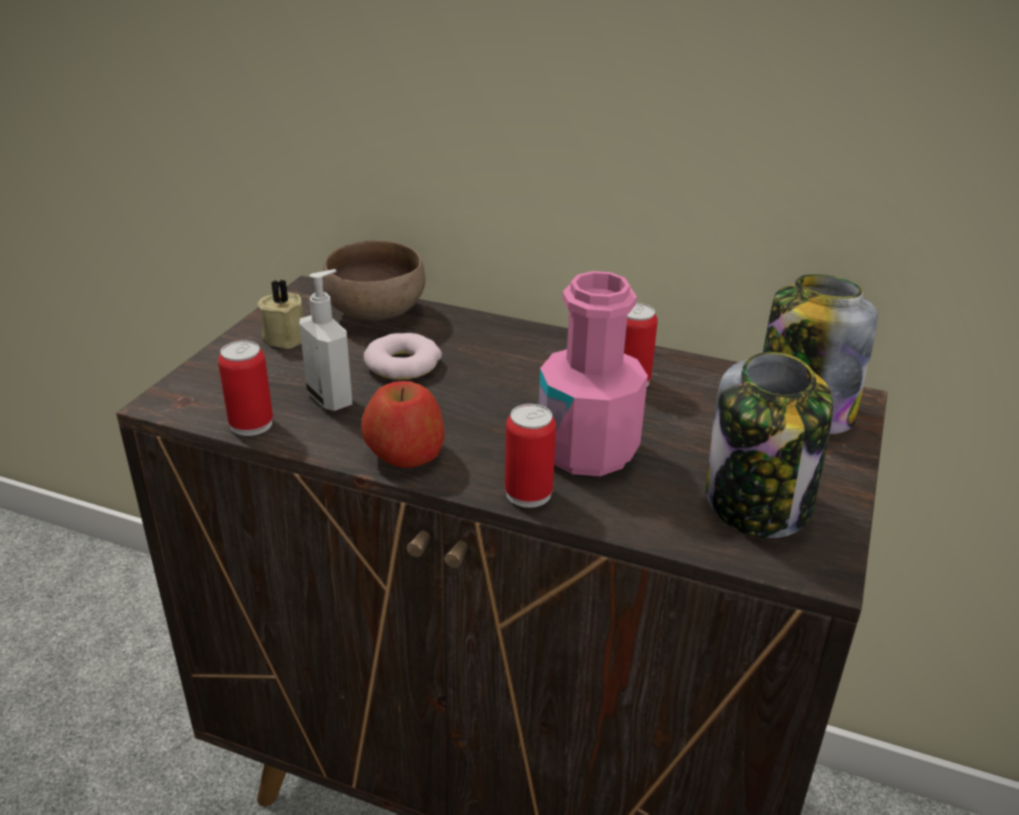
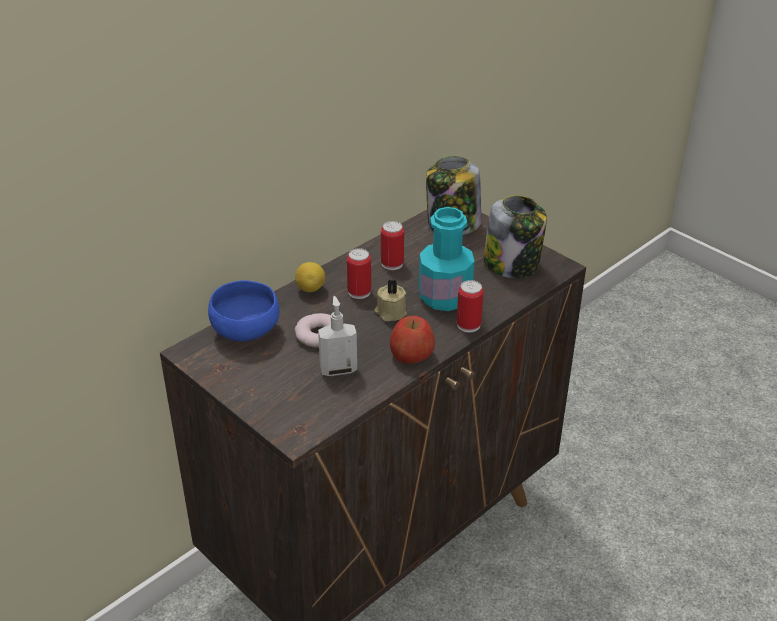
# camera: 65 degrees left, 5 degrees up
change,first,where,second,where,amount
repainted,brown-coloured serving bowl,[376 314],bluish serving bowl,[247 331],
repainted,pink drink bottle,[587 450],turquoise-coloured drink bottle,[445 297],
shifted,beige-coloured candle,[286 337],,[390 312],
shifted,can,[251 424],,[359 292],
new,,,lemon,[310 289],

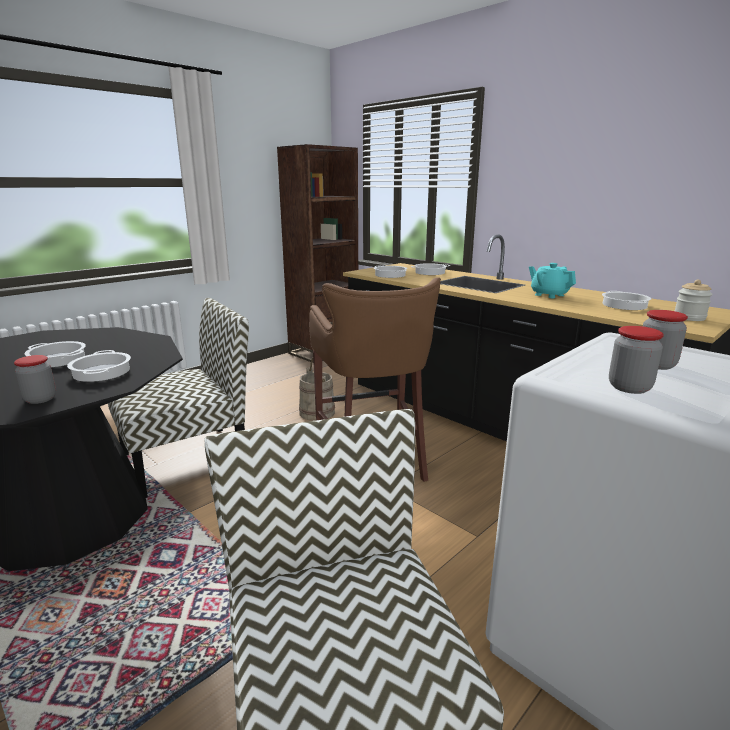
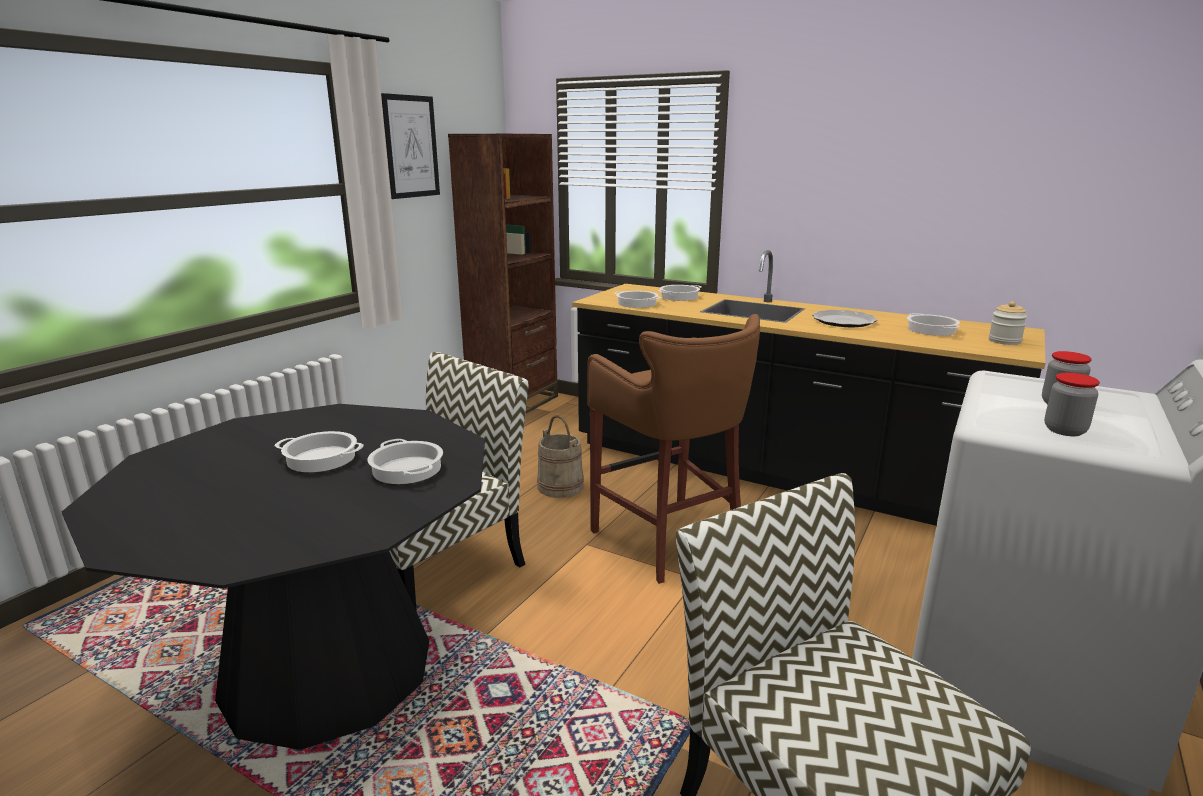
# camera: 15 degrees left, 0 degrees up
change,first,where,second,where,amount
swapped,turquoise-coloured teapot,[549 295],plate,[844 321],
gone,preserve jar,[40 399],,,
new,,,picture,[411 147],

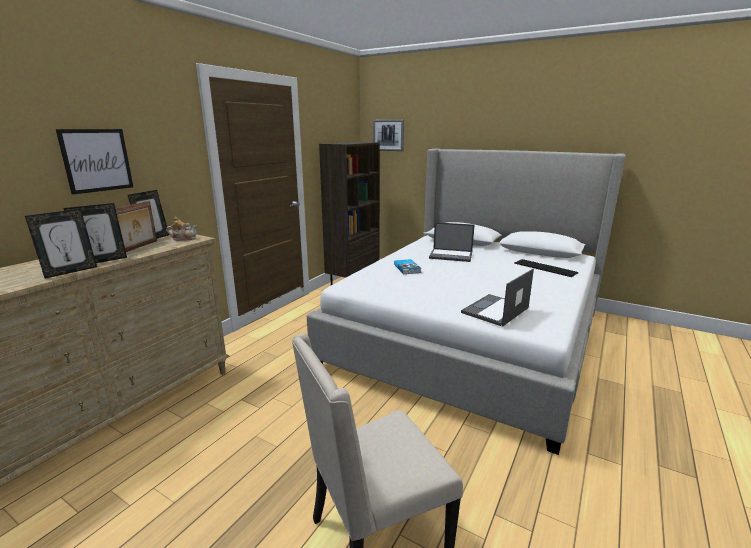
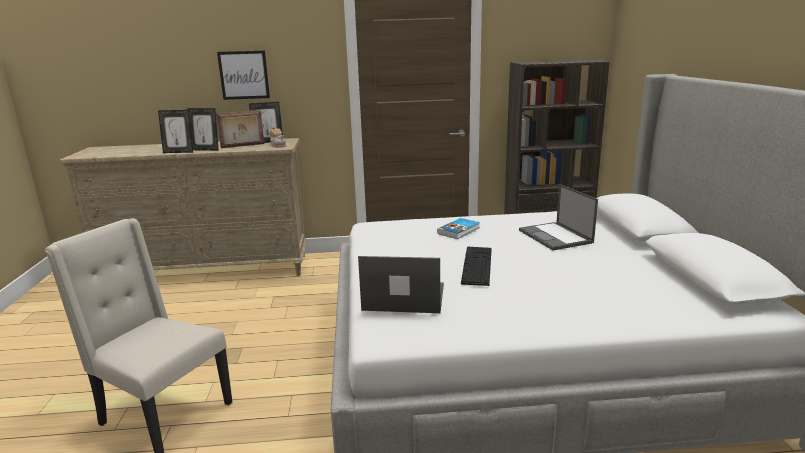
# camera: 55 degrees right, 0 degrees up
change,first,where,second,where,amount
gone,picture,[388 135],,,
shifted,computer keyboard,[545 268],,[477 265],

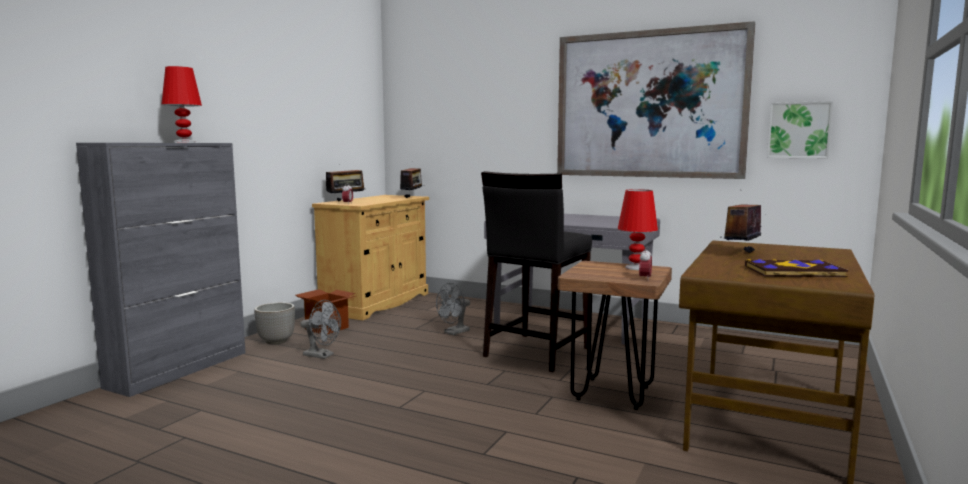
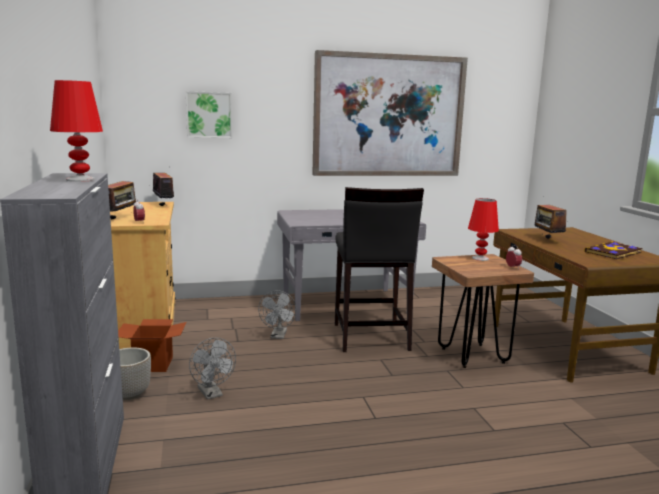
# camera: 40 degrees left, 5 degrees up
change,first,where,second,where,amount
shifted,picture,[799 130],,[209 115],
rotated,gray electric fan,[322 355],,[212 394],75 degrees clockwise

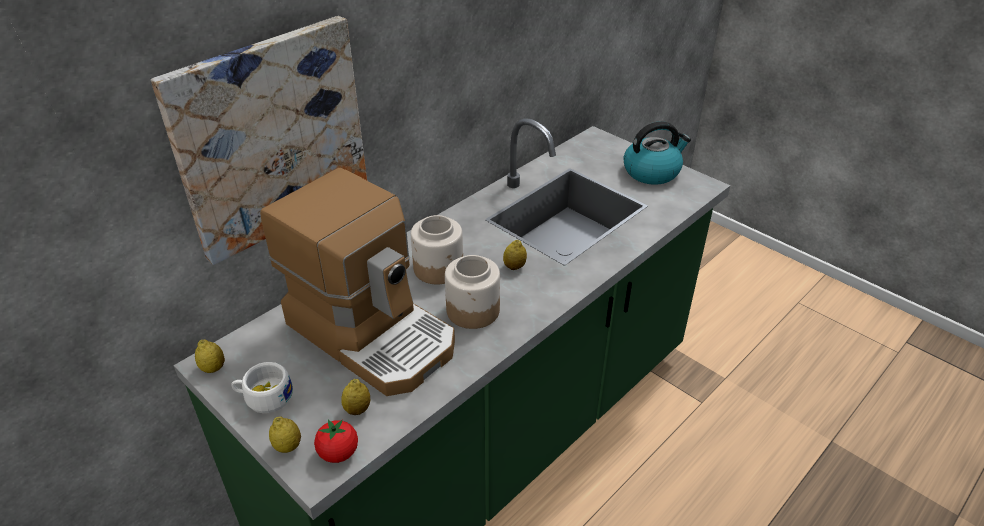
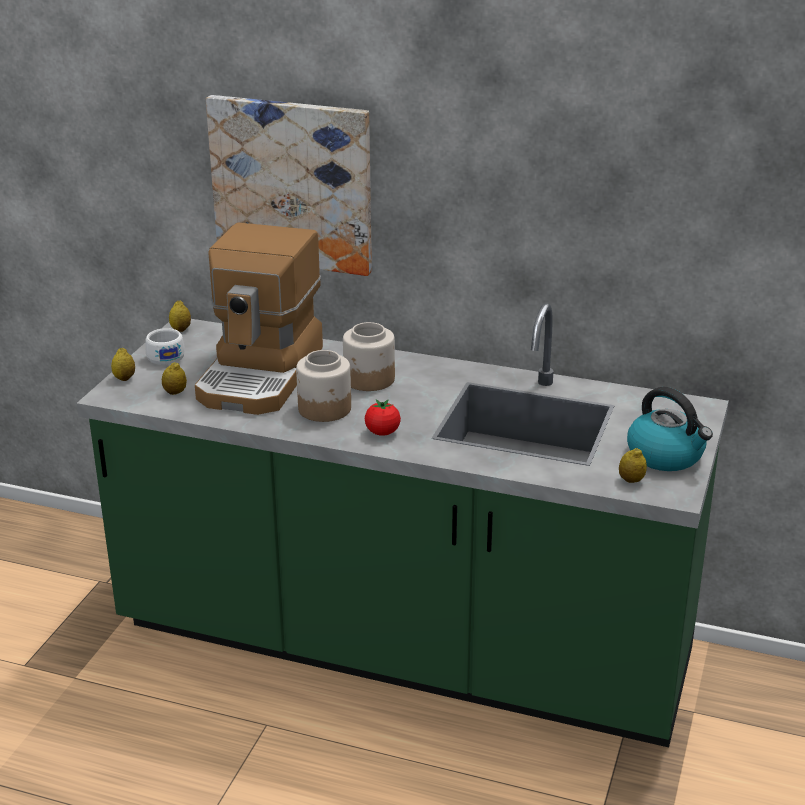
# camera: 65 degrees right, 10 degrees down
change,first,where,second,where,amount
shifted,lemon,[514 267],,[631 480],
shifted,fresh tomato,[338 453],,[382 432],

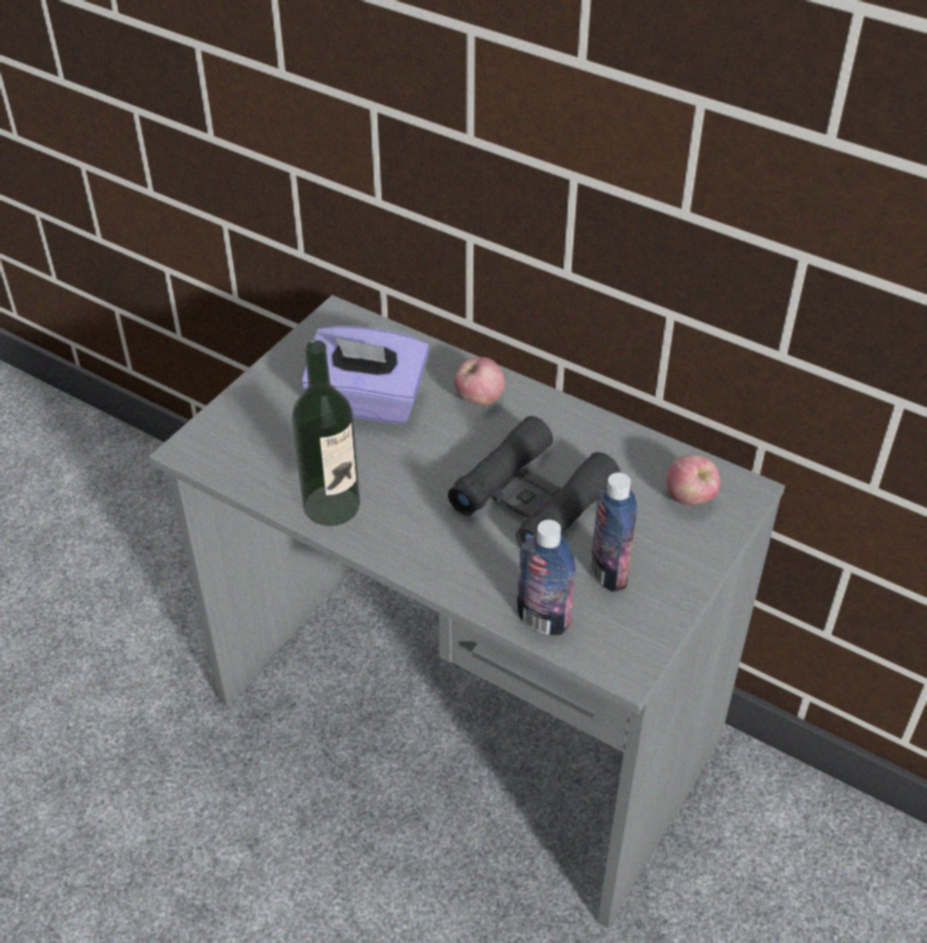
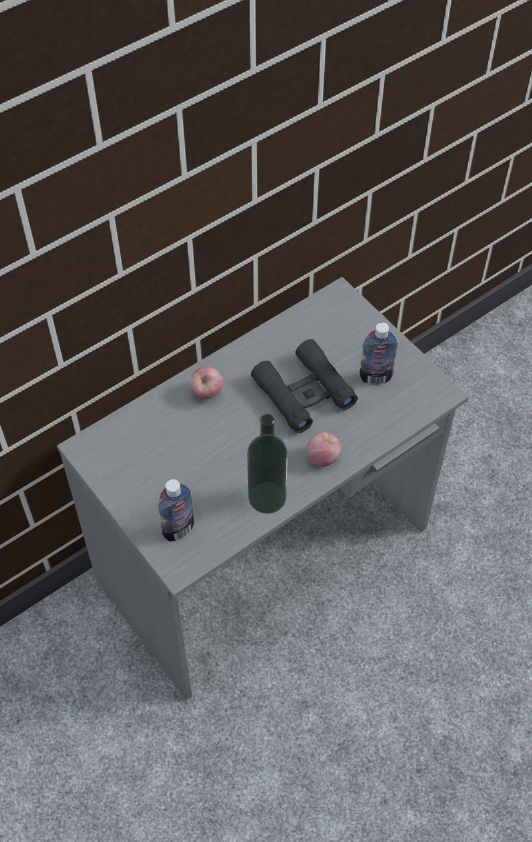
# camera: 70 degrees left, 10 degrees up
change,first,where,second,where,amount
gone,purple-coloured tissue box,[367 402],,,
shifted,apple fruit,[690 498],,[323 458],
shifted,drink bottle,[543 620],,[178 529],

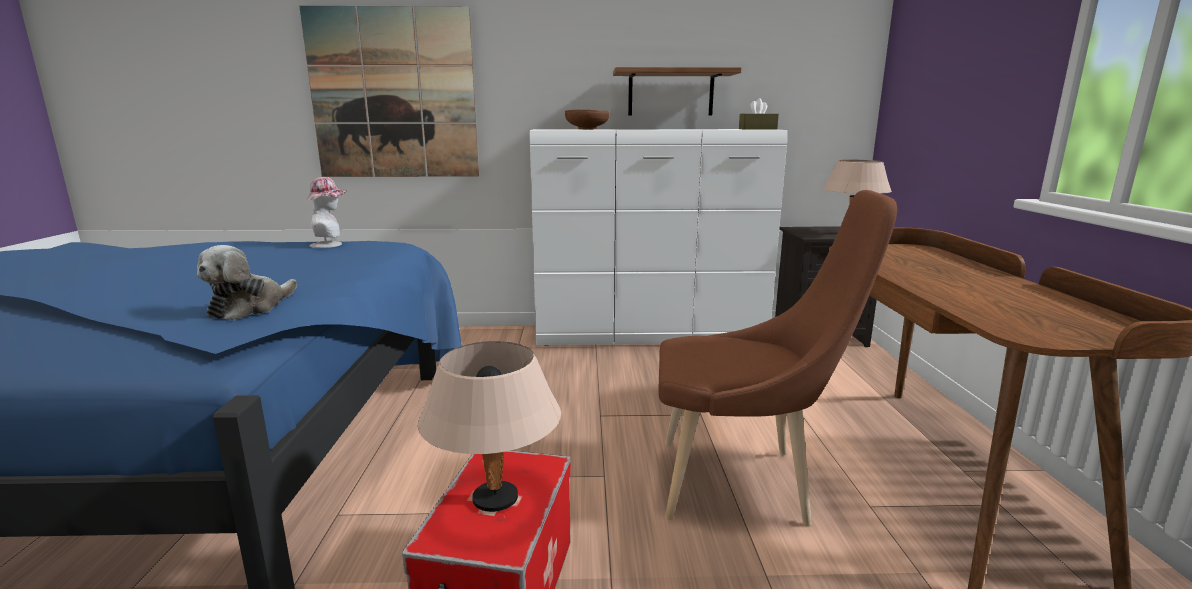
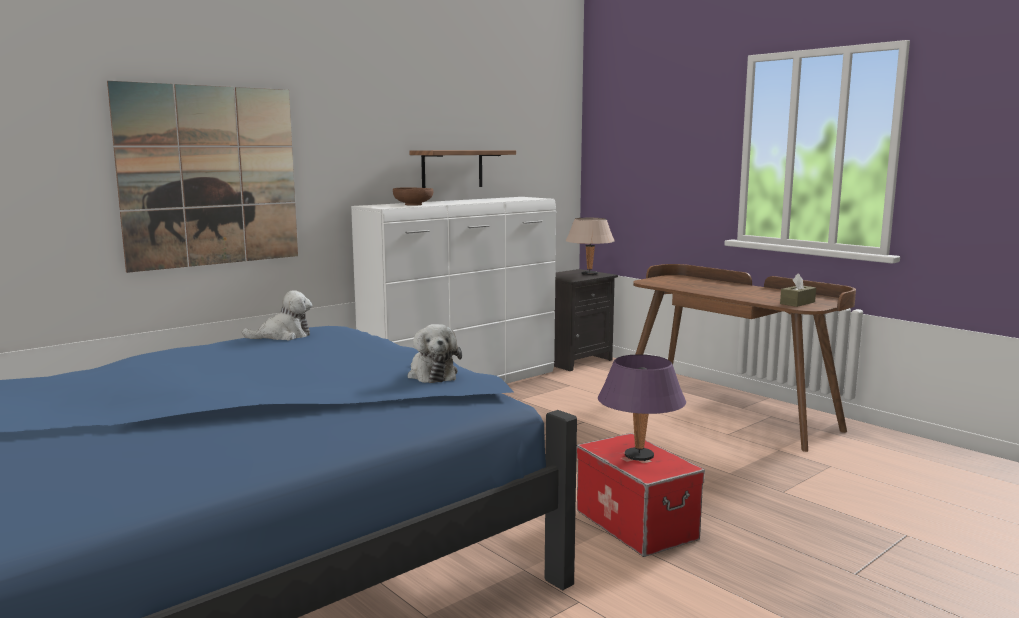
# camera: 40 degrees left, 5 degrees down
change,first,where,second,where,amount
shifted,brown-coloured tissue box,[757 129],,[797 303],
swapped,hat,[330 244],cuddly toy,[283 336],
gone,brown-coloured upright chair,[744 483],,,
repainted,beige-coloured lamp for a table,[496 499],purple-coloured lamp for a table,[639 456],

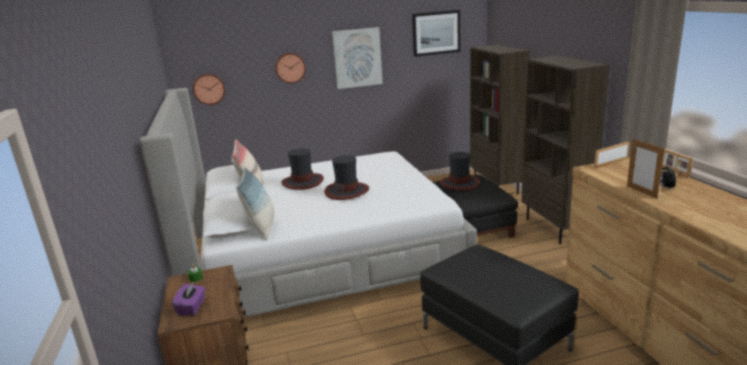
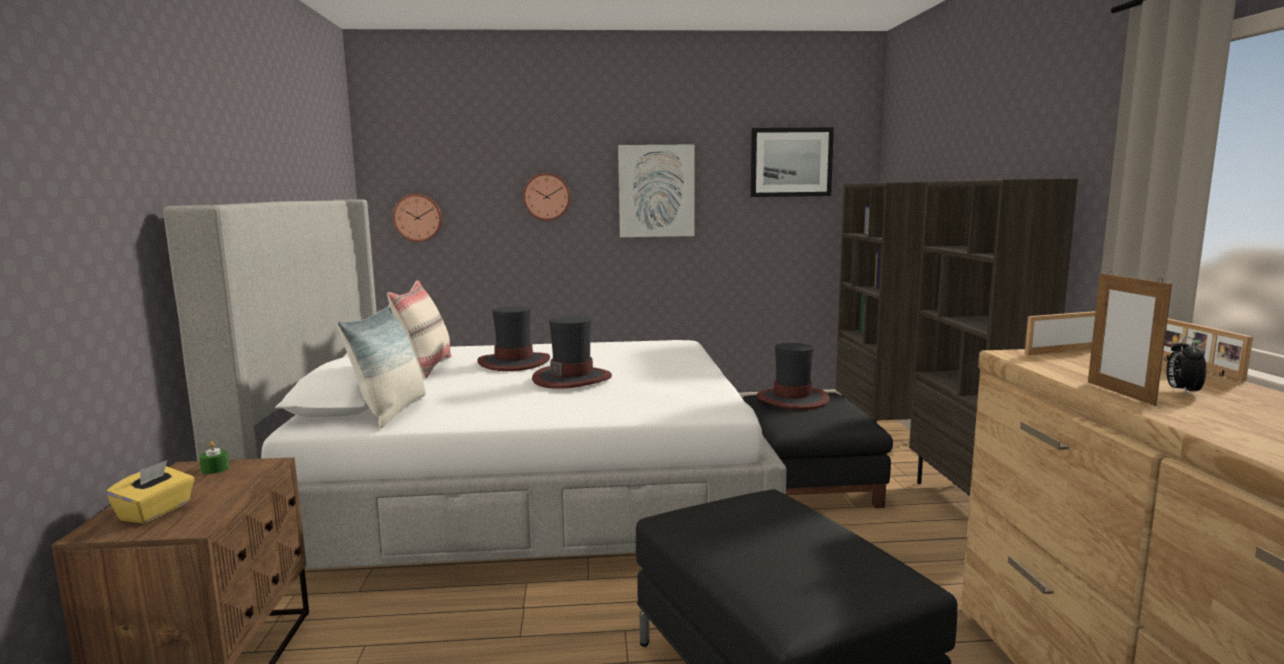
# camera: 10 degrees right, 10 degrees down
change,first,where,second,where,amount
repainted,purple-coloured tissue box,[192 307],yellow tissue box,[156 511],

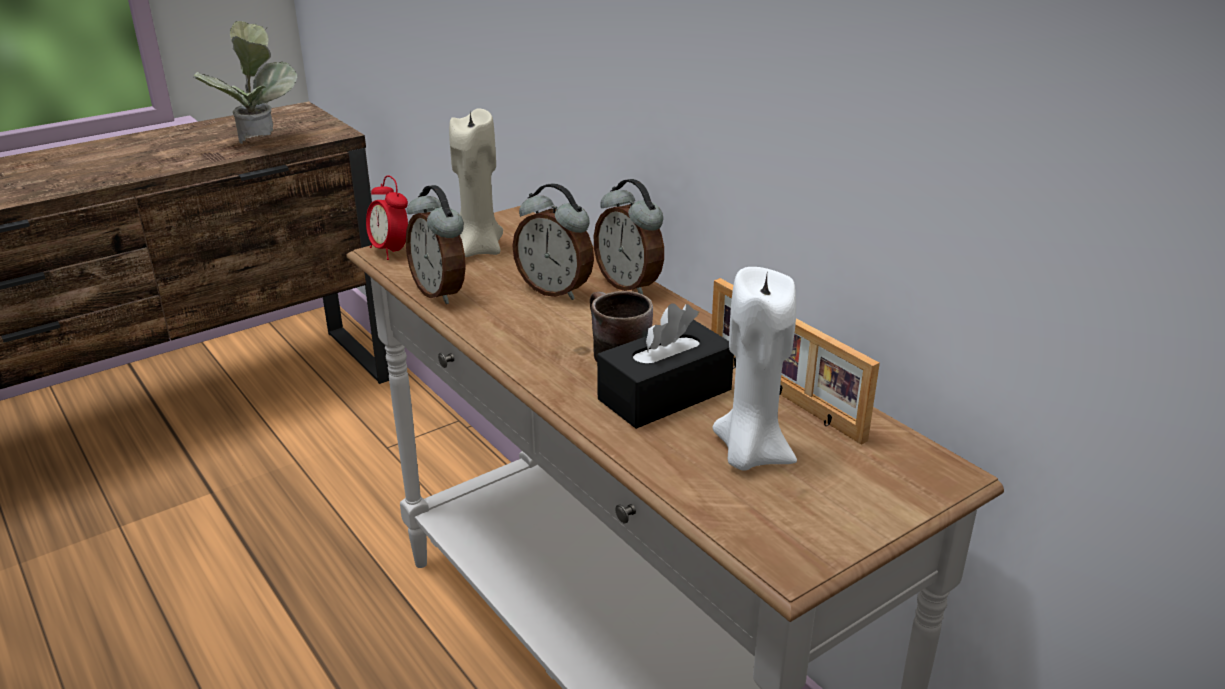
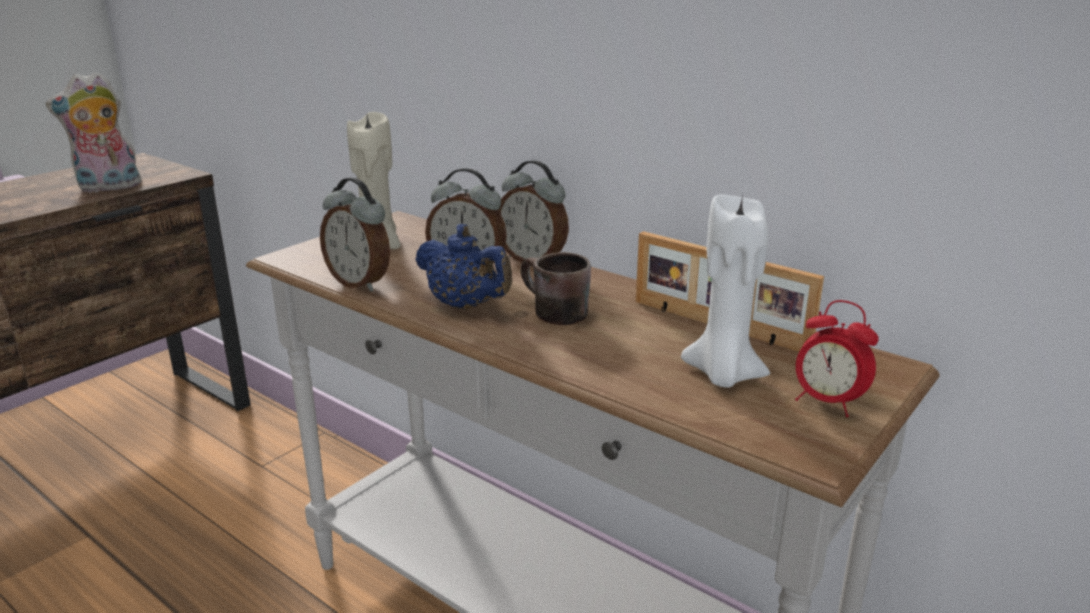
# camera: 15 degrees left, 5 degrees down
change,first,where,second,where,amount
swapped,plant in a pot,[259 144],cuddly toy,[108 188],
shifted,bedside clock,[390 251],,[827 403],
gone,black-coloured tissue box,[665 394],,,
new,,,bluish teapot,[466 306],

